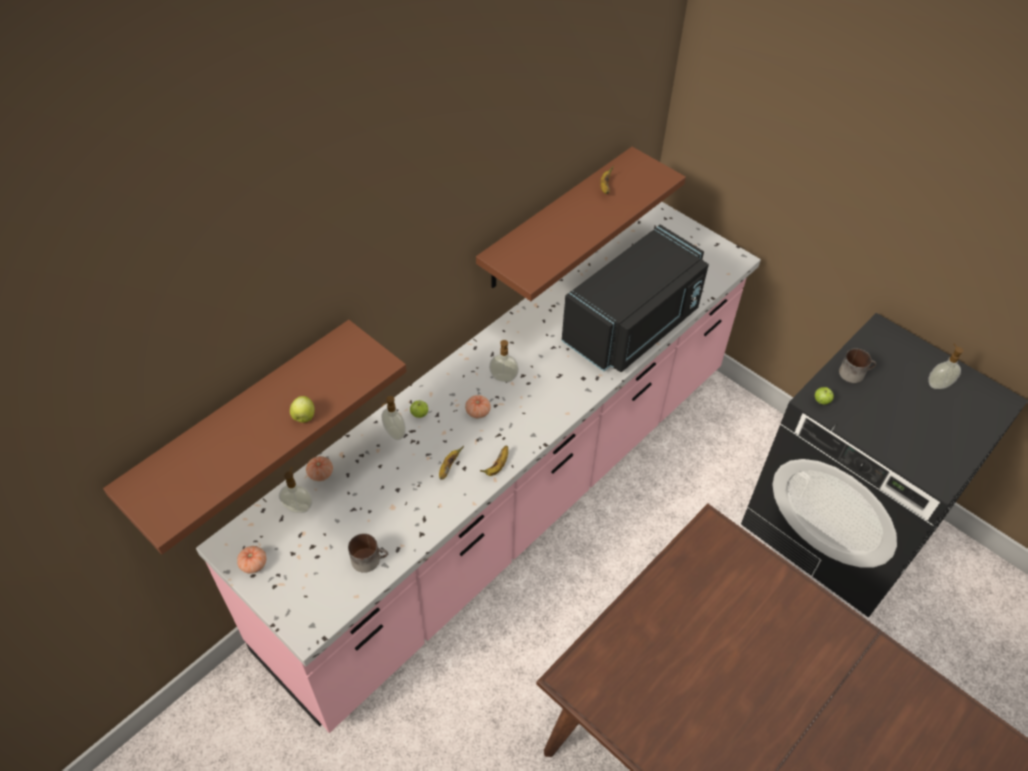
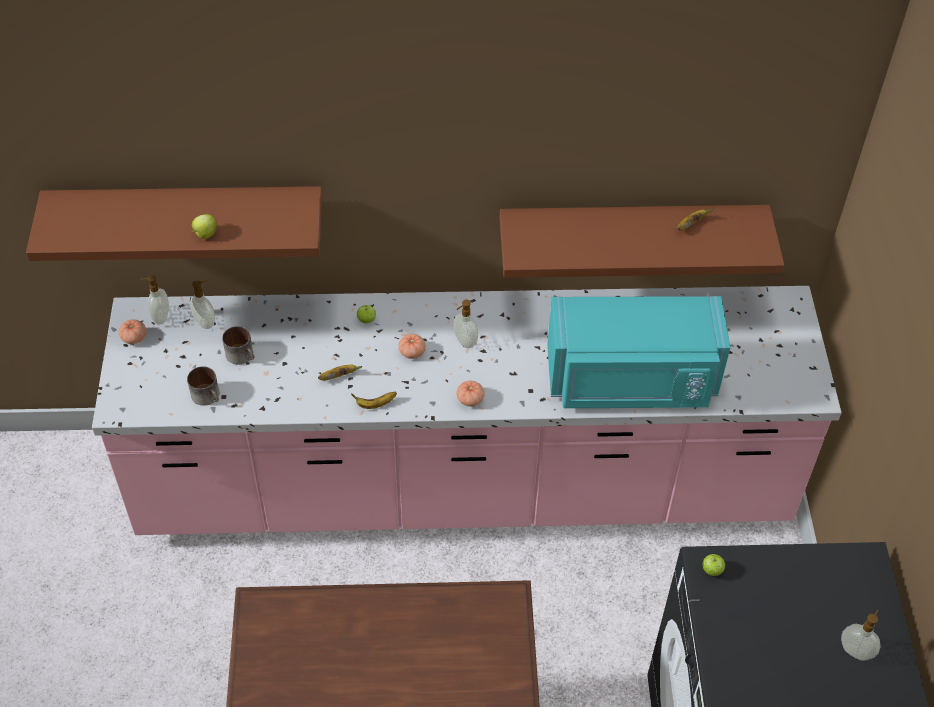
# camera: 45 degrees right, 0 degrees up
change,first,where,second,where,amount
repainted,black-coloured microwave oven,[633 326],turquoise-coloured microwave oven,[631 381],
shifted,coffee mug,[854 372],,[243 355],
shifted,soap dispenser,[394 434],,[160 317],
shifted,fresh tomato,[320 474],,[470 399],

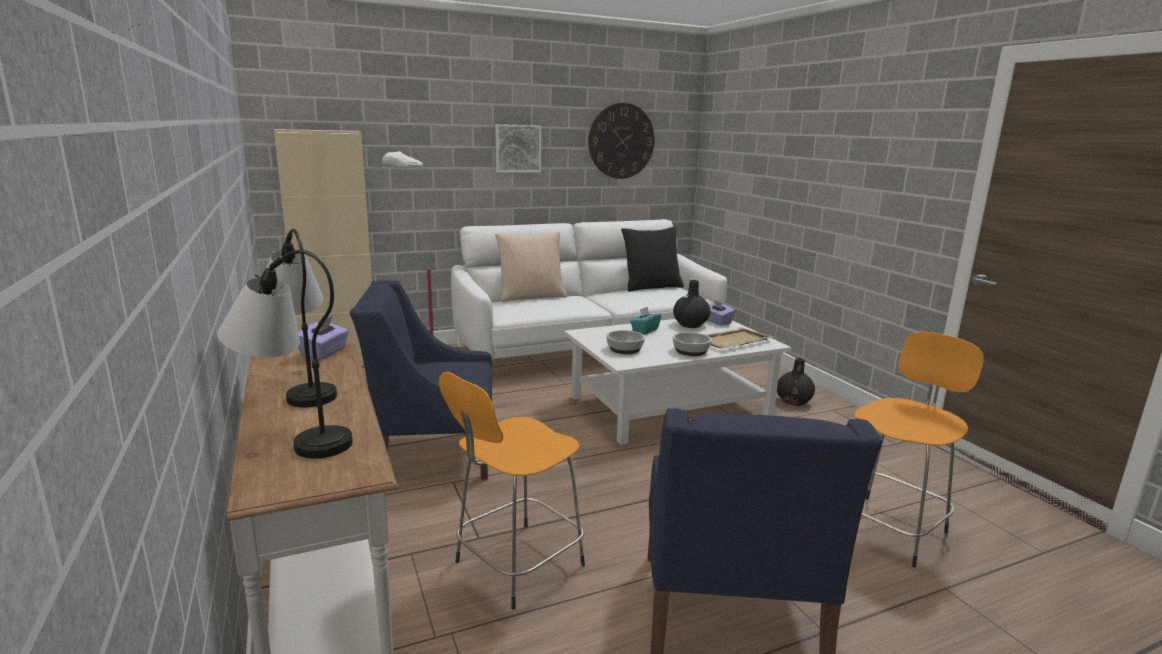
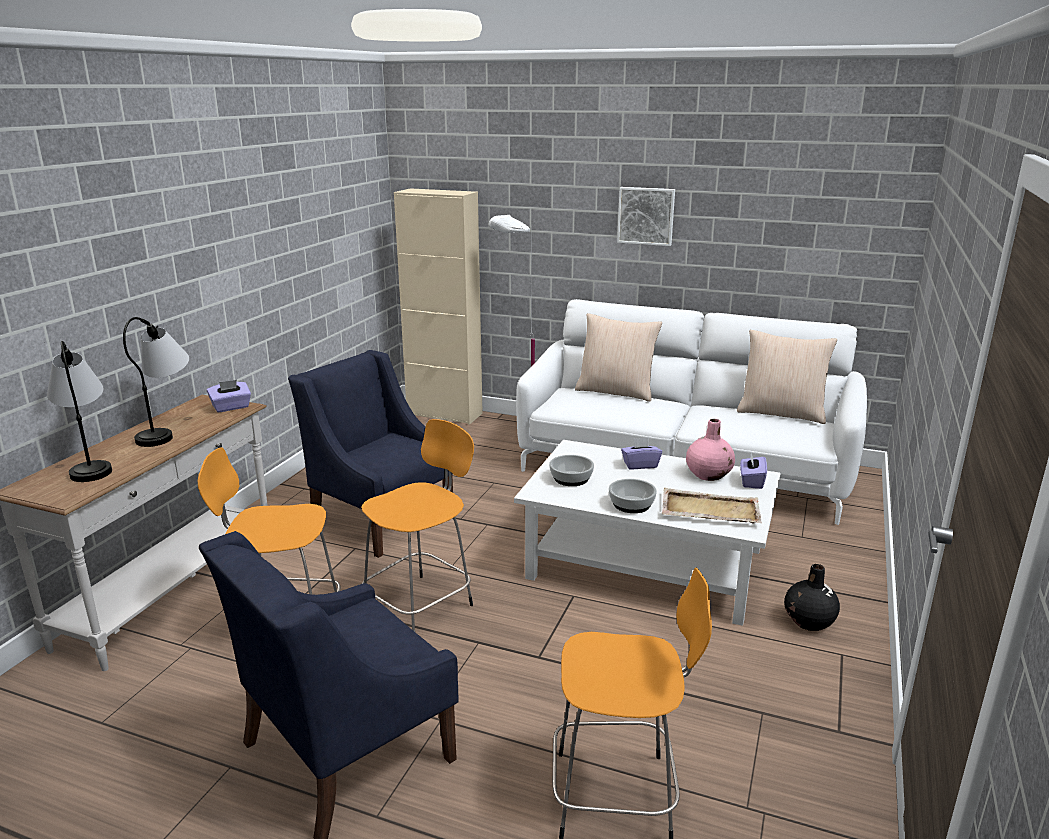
# camera: 45 degrees right, 5 degrees up
change,first,where,second,where,amount
gone,hanging clock,[621 141],,,
repainted,black-coloured throw pillow,[651 287],beige-coloured throw pillow,[781 413],
repainted,black-coloured decorative vase,[690 324],pink decorative vase,[709 474],
repainted,turquoise-coloured tissue box,[645 330],purple-coloured tissue box,[640 465],
new,,,orange sitting stool,[421 605],

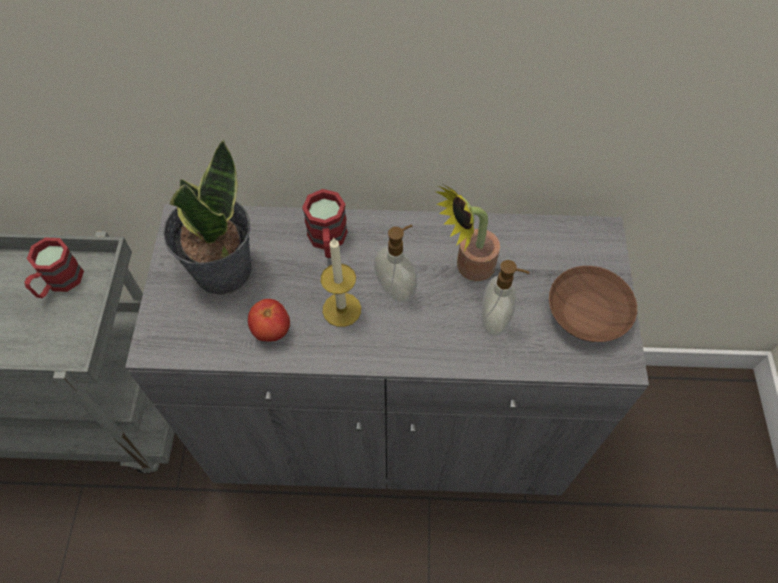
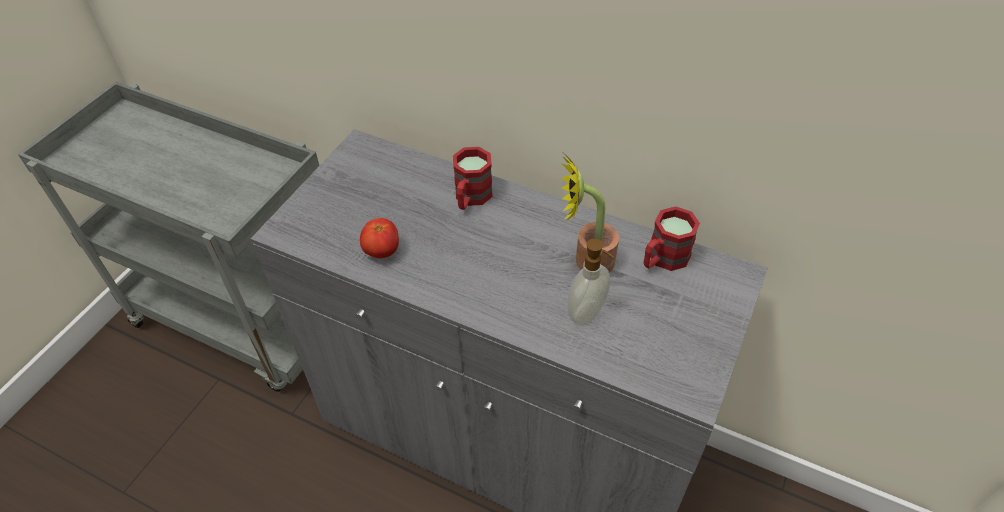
# camera: 25 degrees right, 10 degrees down
change,first,where,second,where,amount
gone,plant in a pot,[221 270],,,
gone,soap dispenser,[396 288],,,
gone,candle,[341 309],,,
shifted,red-coloured coffee mug,[59 283],,[663 259],
gone,brown-coloured serving bowl,[585 312],,,

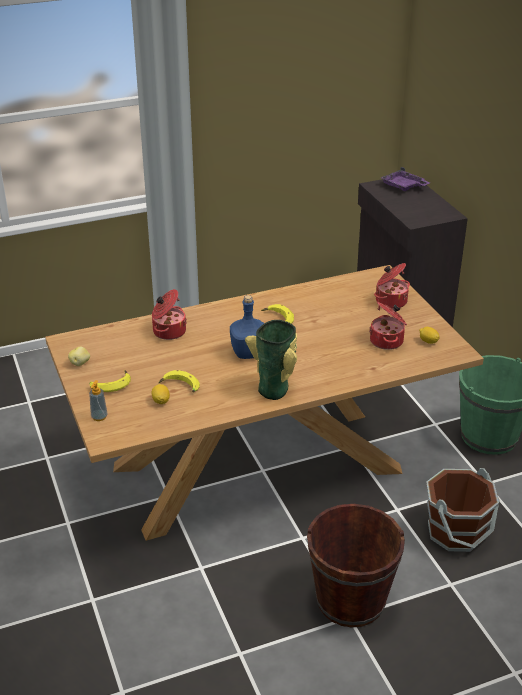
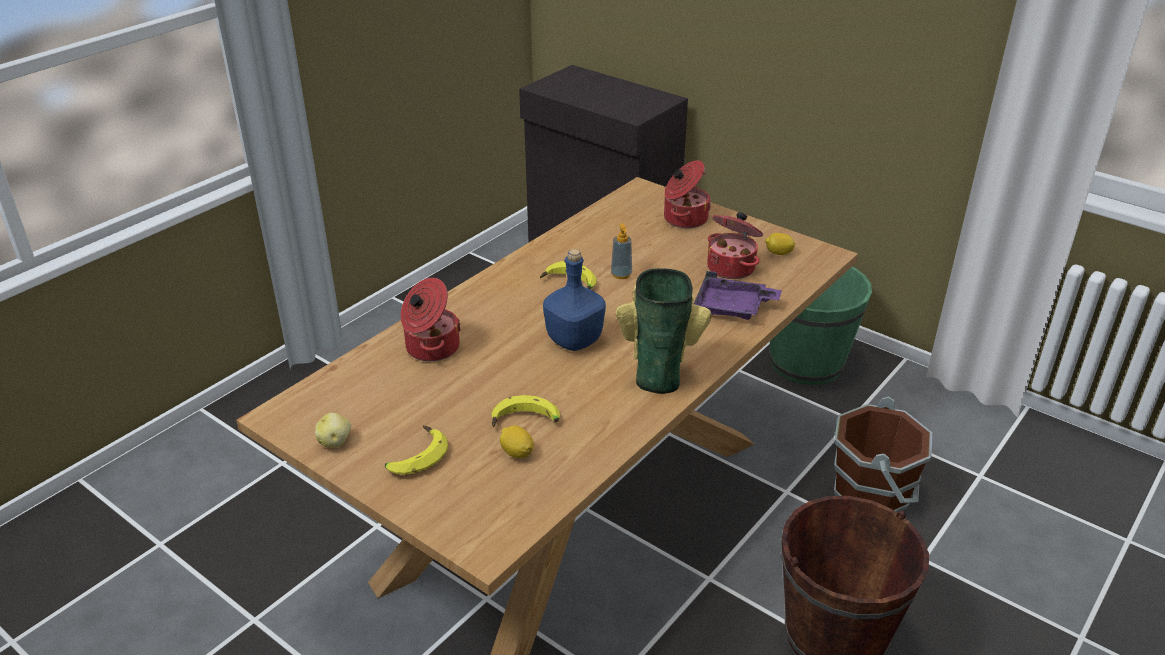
# camera: 30 degrees left, 0 degrees up
change,first,where,second,where,amount
shifted,purple-coloured serving tray,[403 186],,[732 308],
shifted,soap dispenser,[99 417],,[621 274],

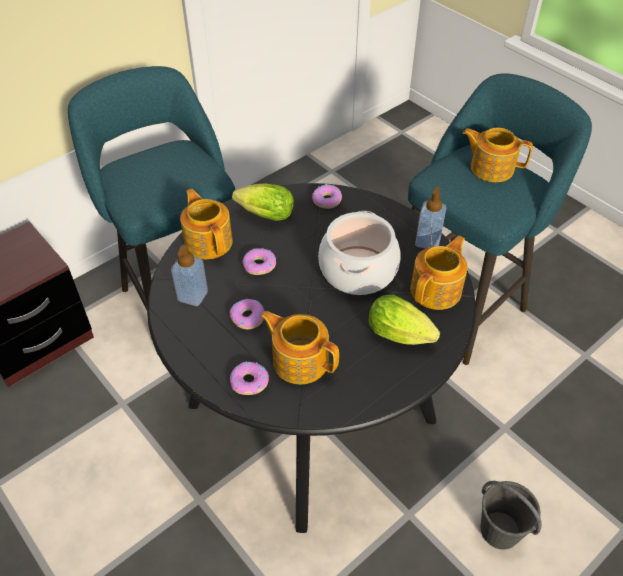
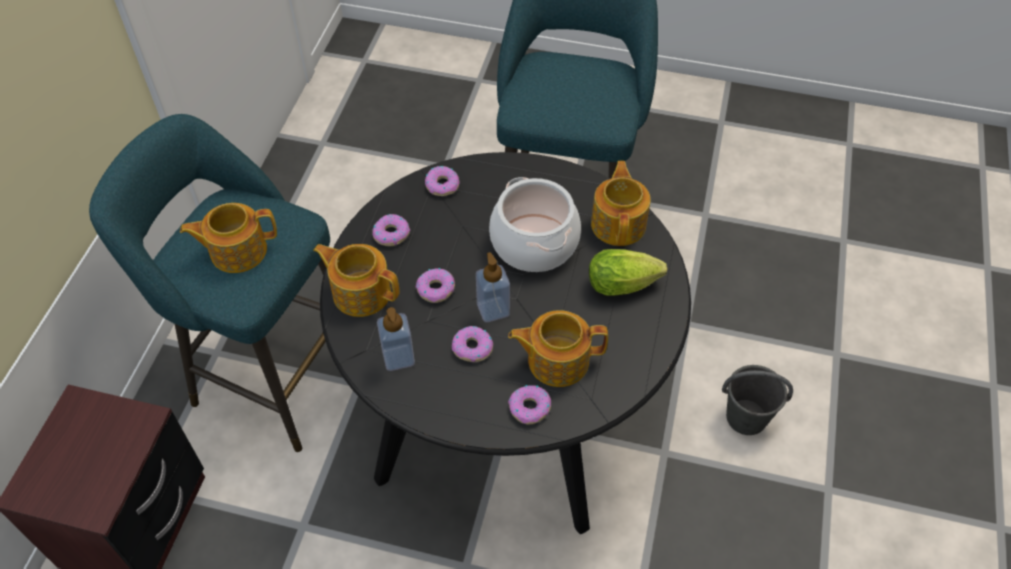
# camera: 35 degrees left, 5 degrees up
change,first,where,second,where,amount
shifted,teapot,[491 168],,[237 250],
swapped,lettuce head,[263 215],donut,[391 234],
shifted,soap dispenser,[427 241],,[493 309],

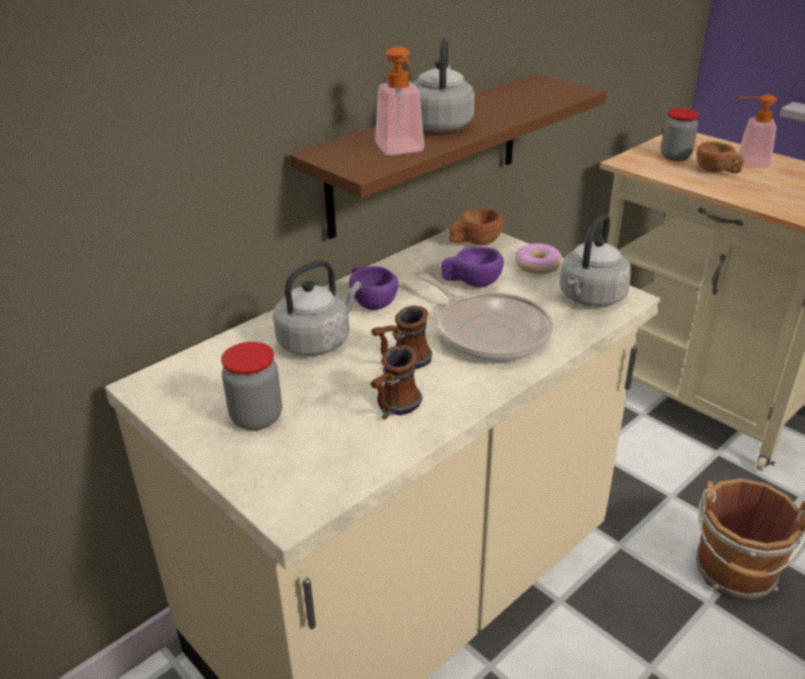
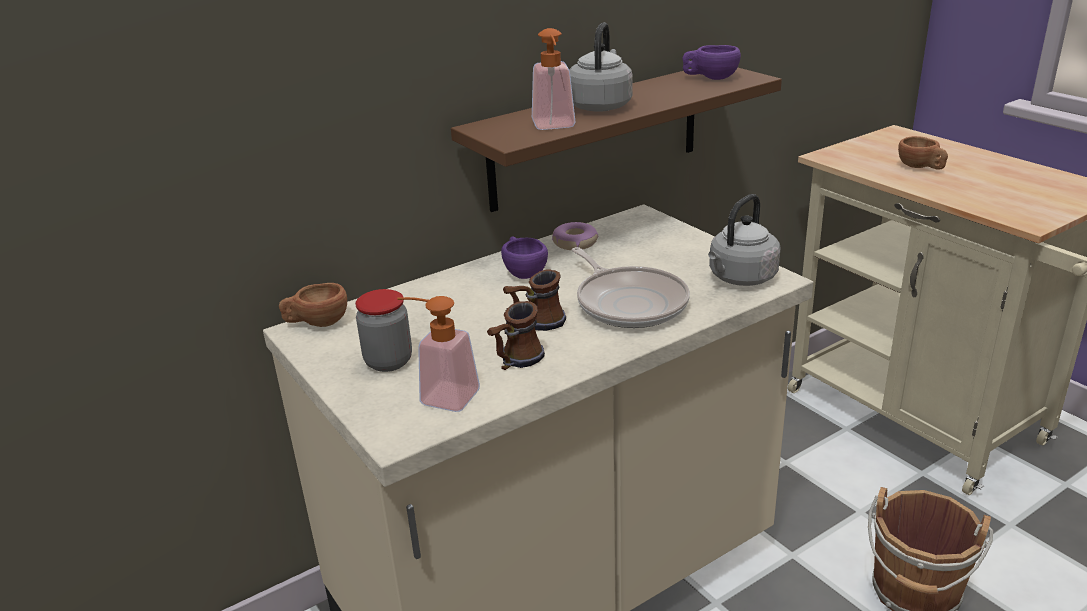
# camera: 10 degrees right, 5 degrees down
change,first,where,second,where,amount
shifted,soap dispenser,[746 162],,[440 395],
gone,preserve jar,[675 156],,,
shifted,brown-coloured small cup,[474 243],,[317 323],
shifted,donut,[537 265],,[575 243],
shifted,purple-coloured small cup,[471 283],,[710 78],
gone,gray kettle,[317 341],,,

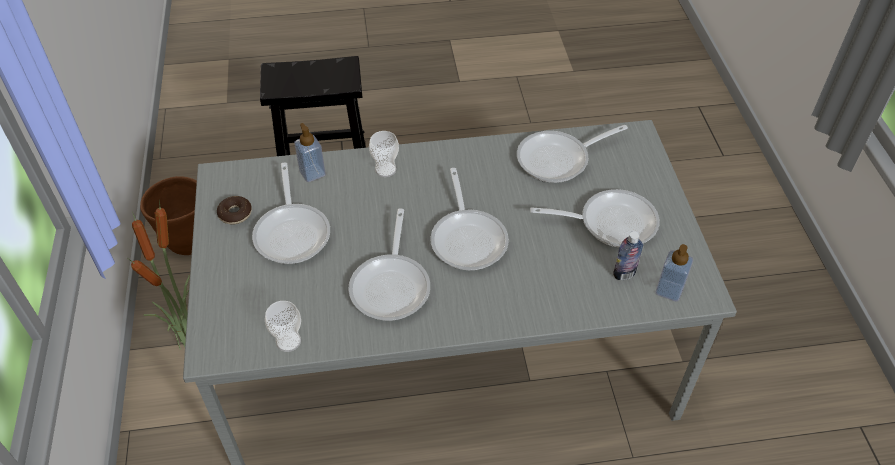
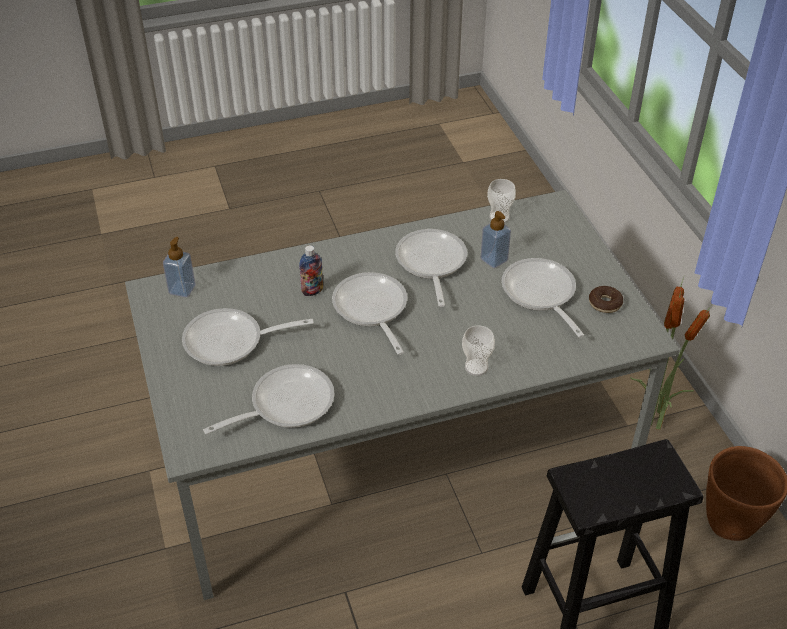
# camera: 170 degrees right, 5 degrees down
change,first,where,second,where,amount
shifted,soap dispenser,[312 173],,[494 260],
shifted,drink bottle,[624 274],,[312 291],

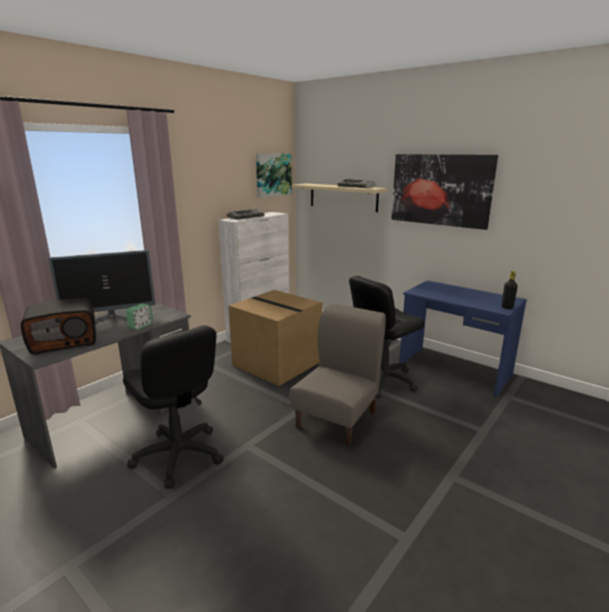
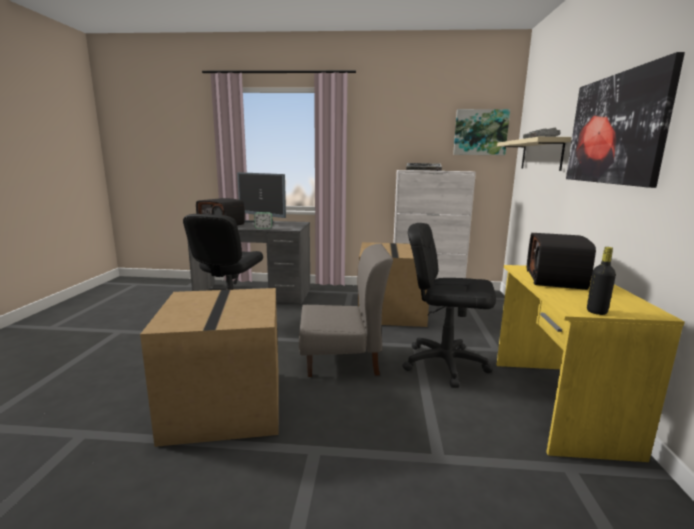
# camera: 55 degrees right, 5 degrees down
change,first,where,second,where,amount
repainted,bluish desk table,[454 370],yellow desk table,[556 404],
new,,,radio,[556 279],
new,,,packing box,[227 406],

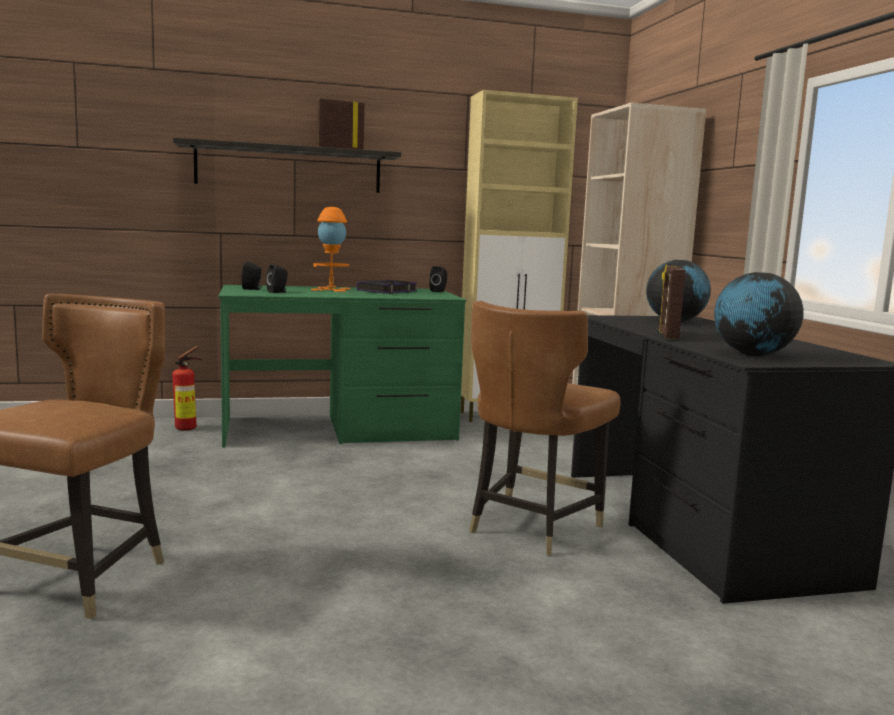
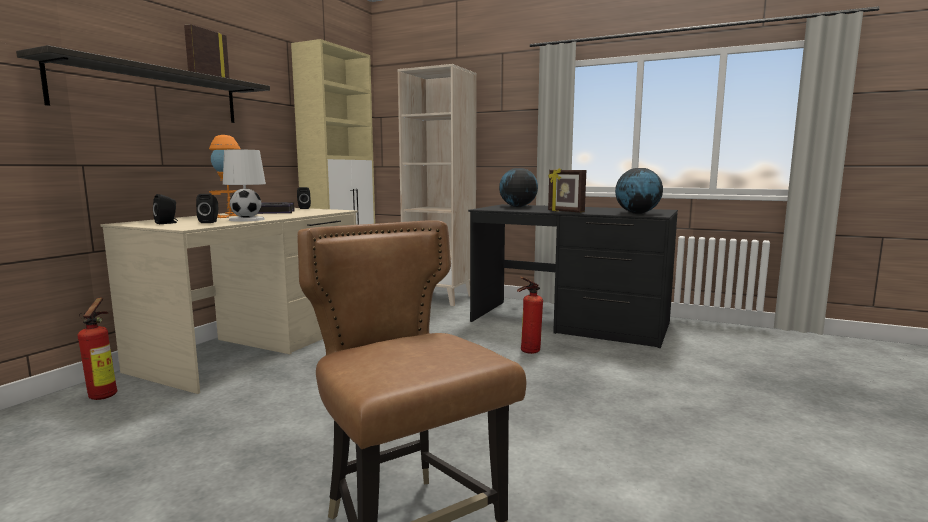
# camera: 50 degrees left, 0 degrees up
change,first,where,second,where,amount
repainted,green desk table,[339 429],beige-coloured desk table,[257 345],
swapped,brown-coloured upright chair,[532 527],fire-fighting cylinder,[527 351],
new,,,white lamp for a table,[247 219],

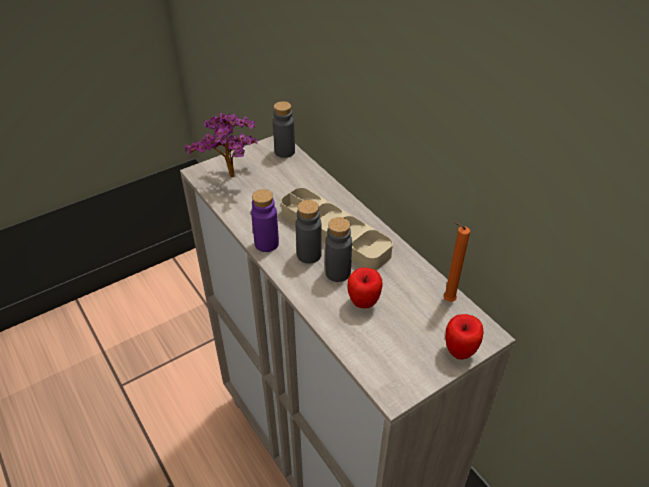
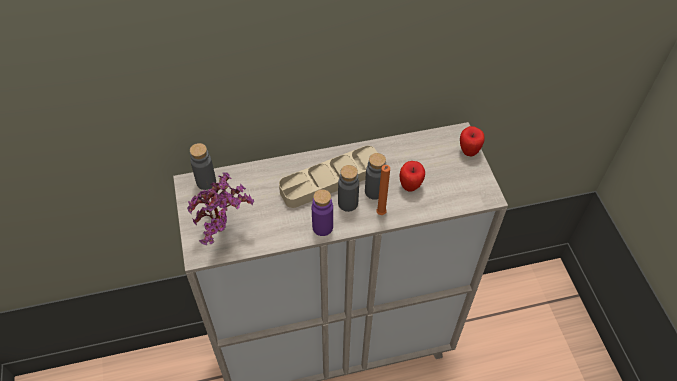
# camera: 70 degrees left, 10 degrees up
change,first,where,second,where,amount
shifted,orange candle,[446 300],,[380 214],

